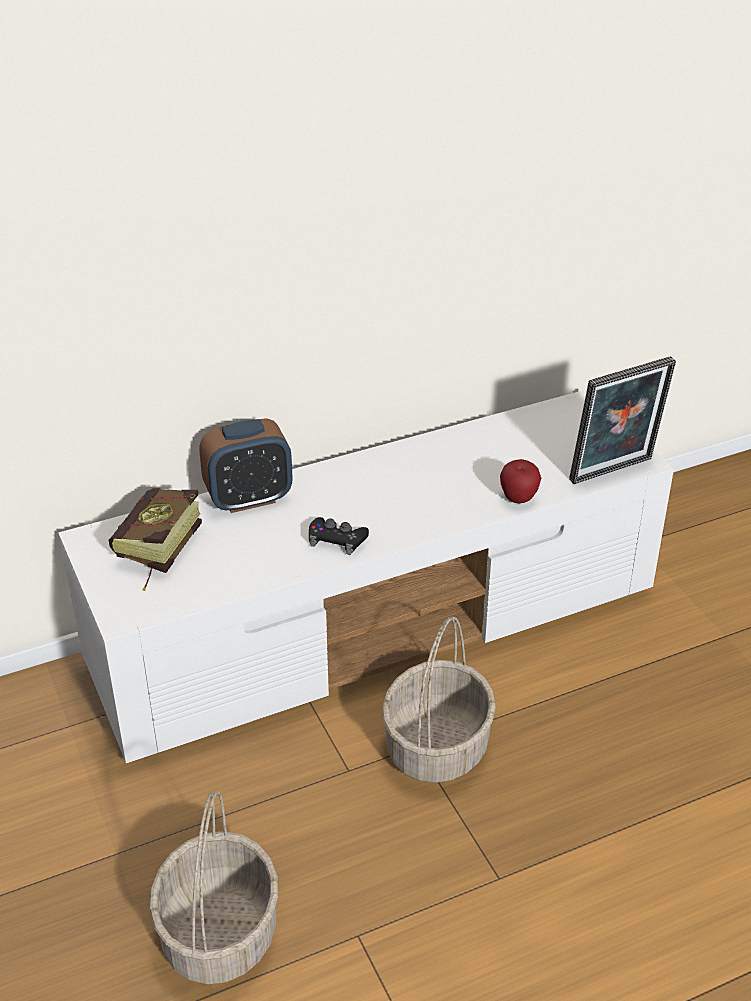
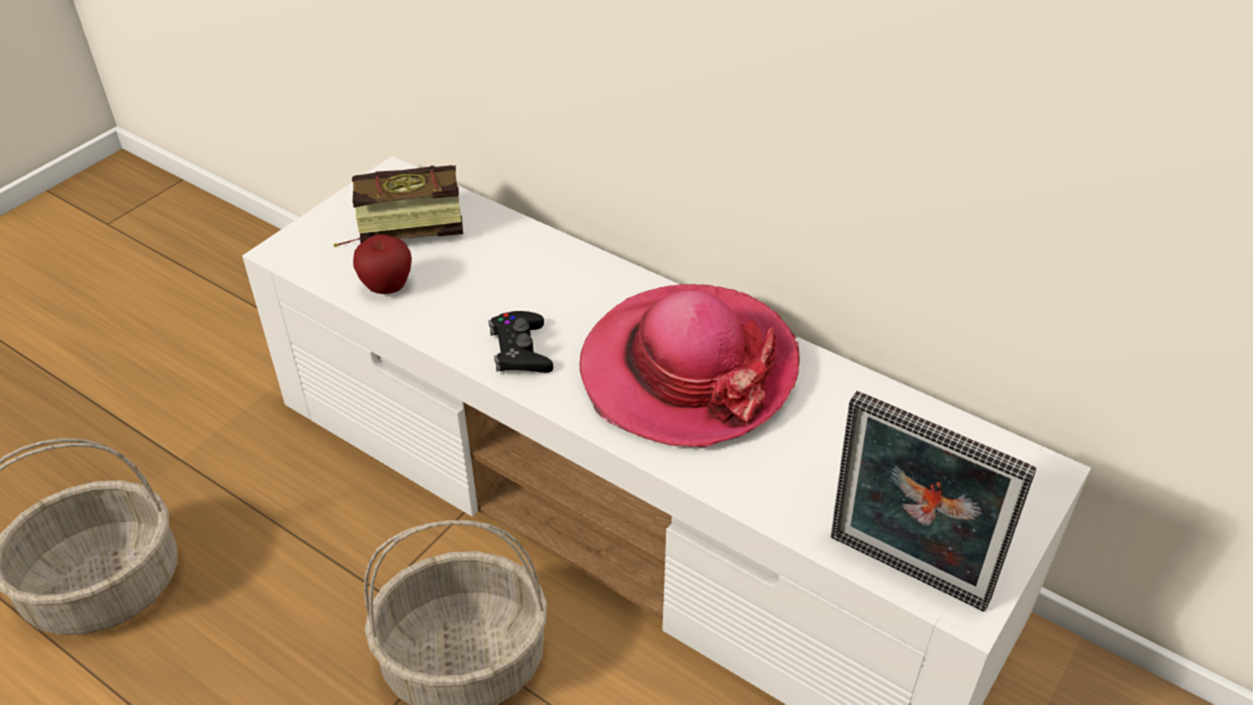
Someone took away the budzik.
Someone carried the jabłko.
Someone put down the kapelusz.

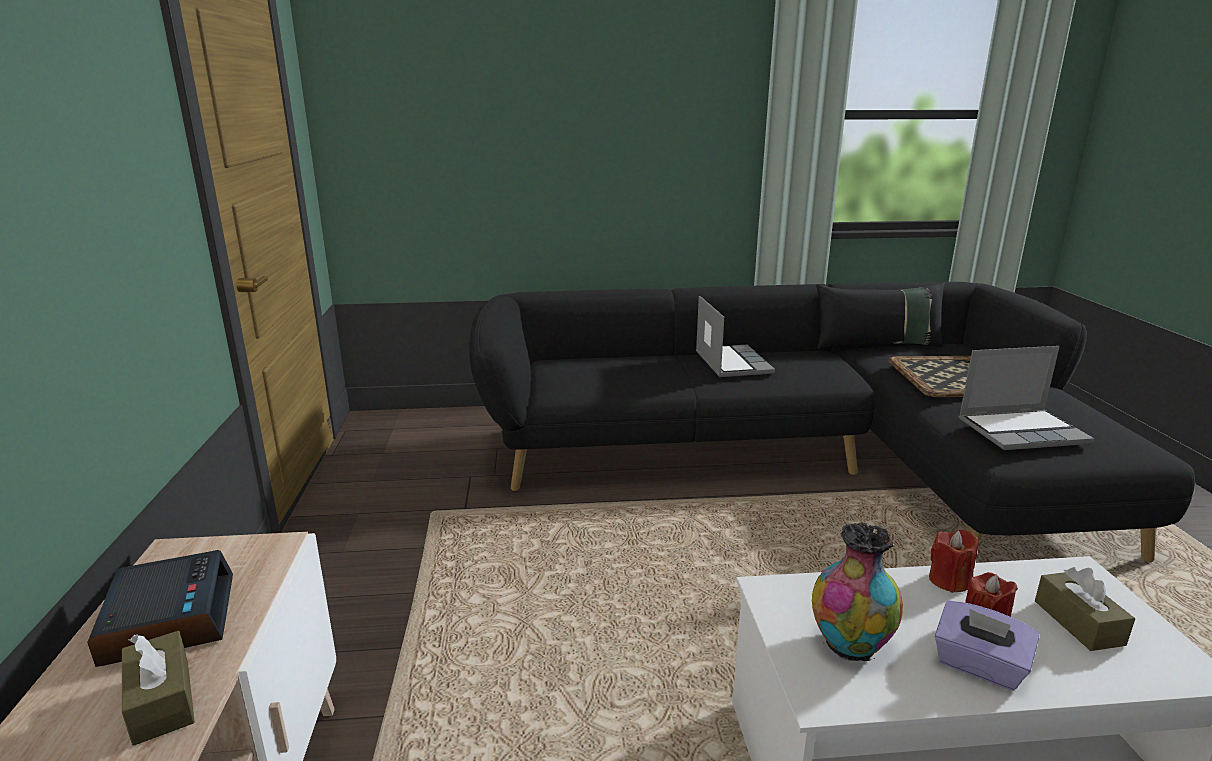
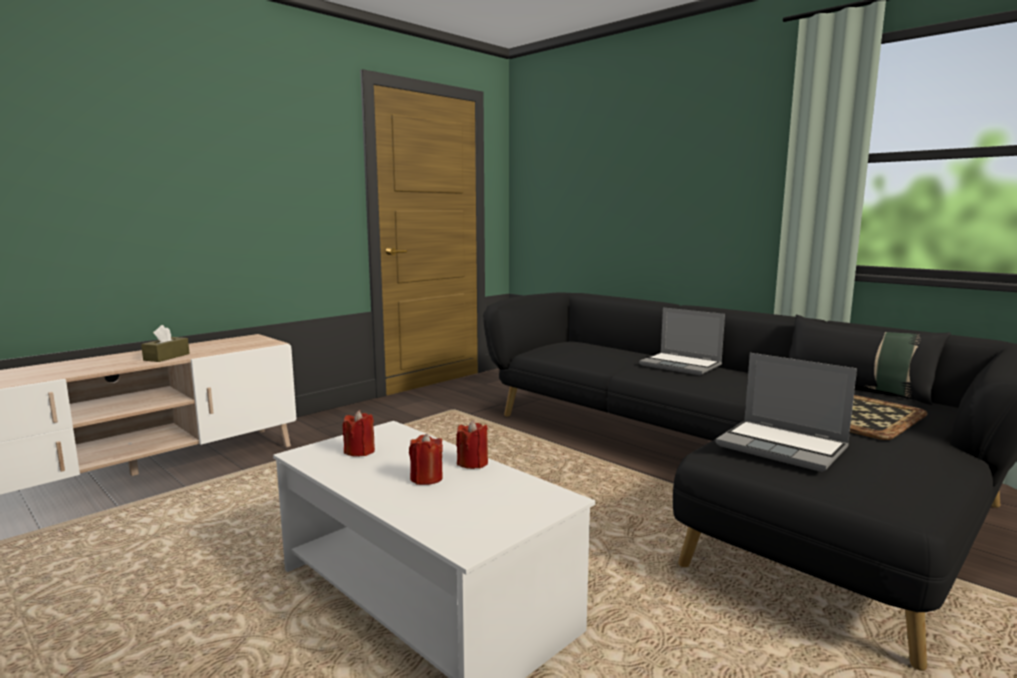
Someone rotated the laptop (no. 1 from left) by 90 degrees clockwise.
Someone swapped the wazon for the świeca (czerwony) (no. 1 from left).
Someone took away the budzik.
Someone took away the pudełko chusteczek (brązowy) (no. 2 from left).
Someone took away the pudełko chusteczek (fioletowy).

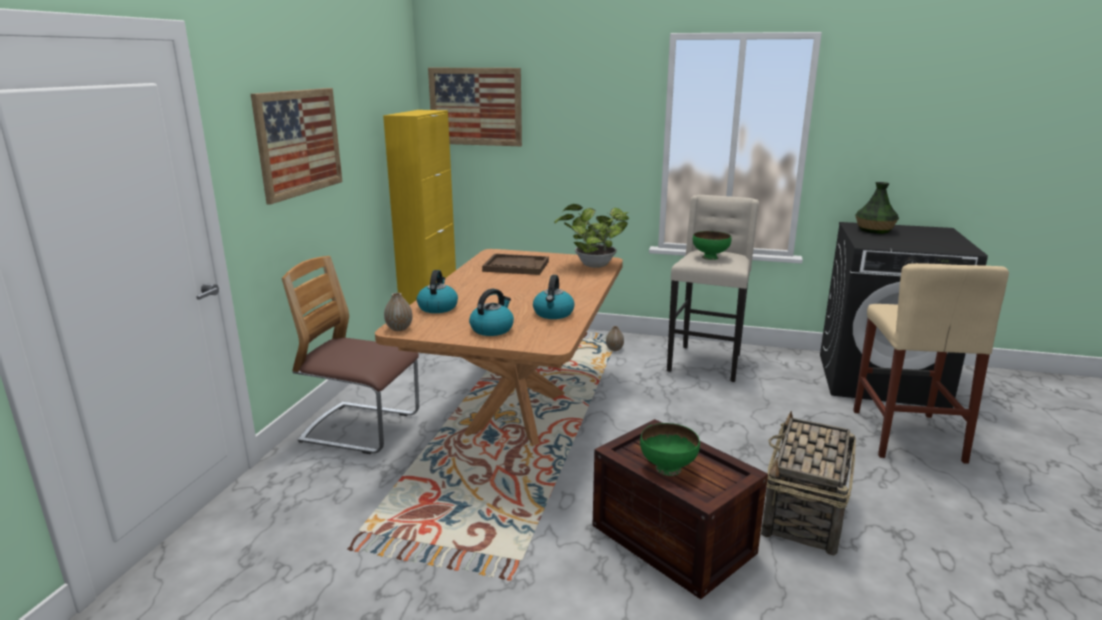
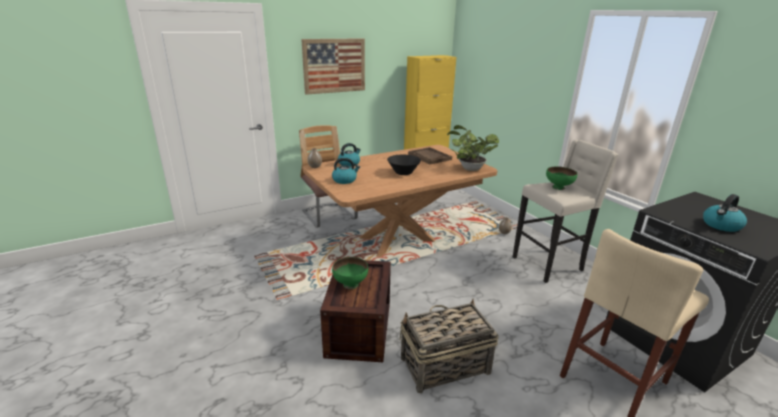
Someone took away the obraz (no. 2 from left).
Someone took away the wazon (no. 3 from left).
Someone carried the czajnik (no. 3 from left).
Someone put down the miska (czarny).

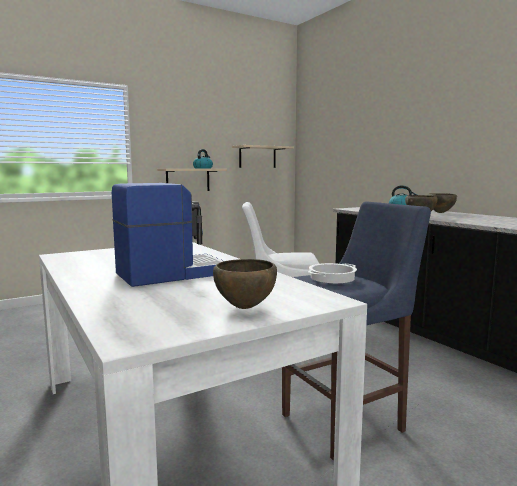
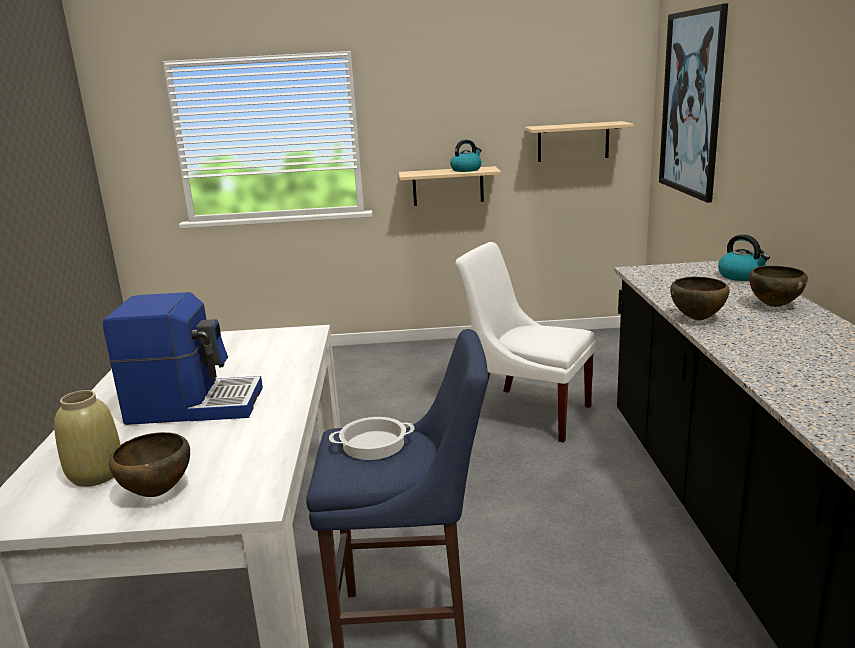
Someone put up the obraz.
Someone put down the wazon (beżowy).

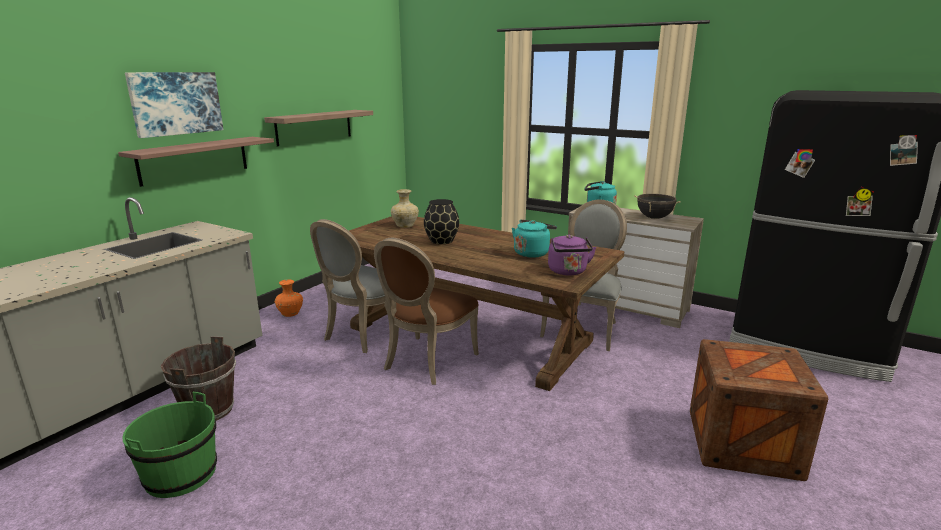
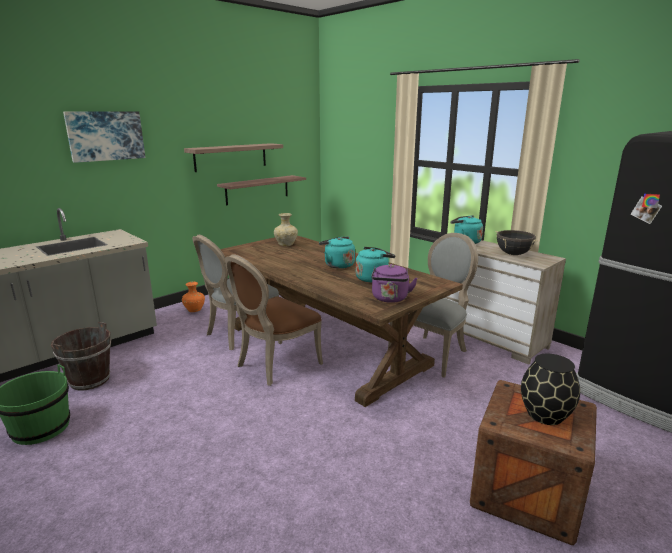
Someone carried the półka (no. 1 from left in the first image).
Someone carried the wazon (czarny).
Someone put down the czajnik (turkusowy) (no. 1 from left).

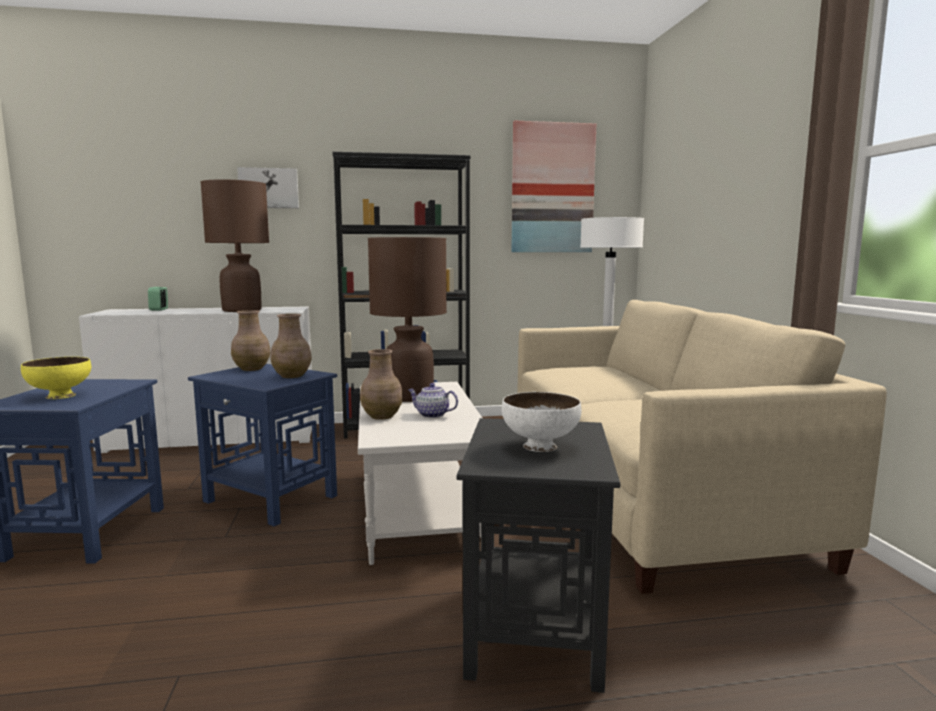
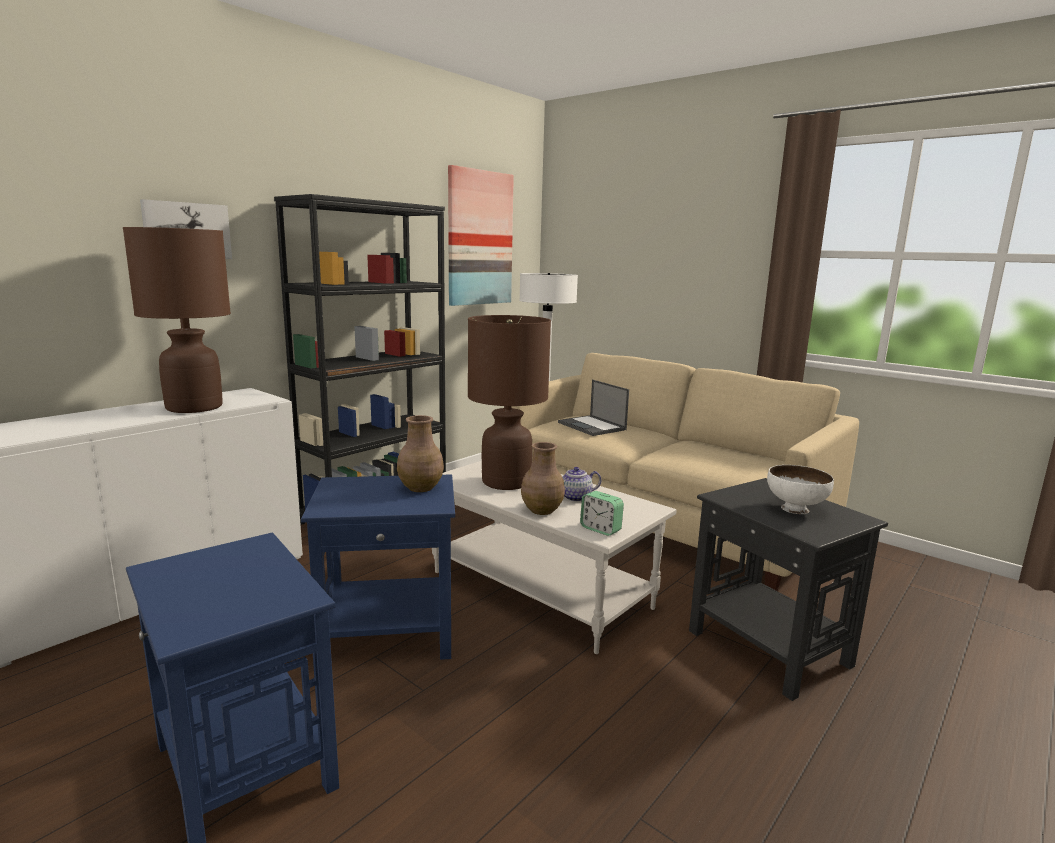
Someone carried the budzik.
Someone took away the wazon (brązowy) (no. 1 from left).
Someone took away the miska (żółty).
Someone put down the laptop.

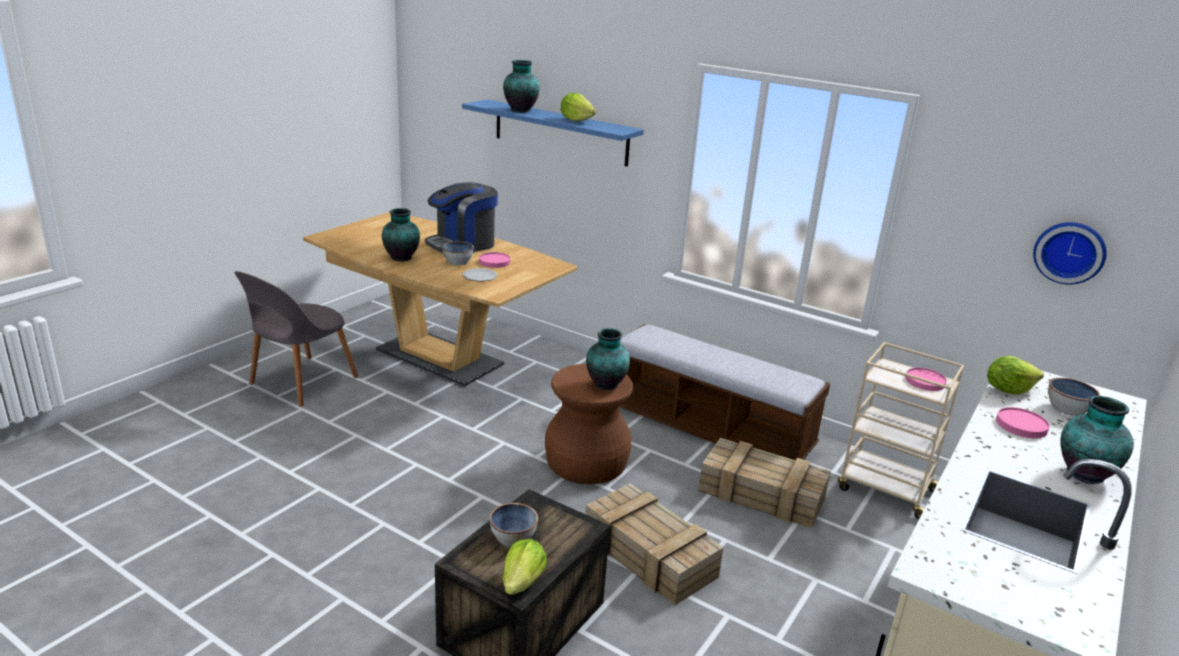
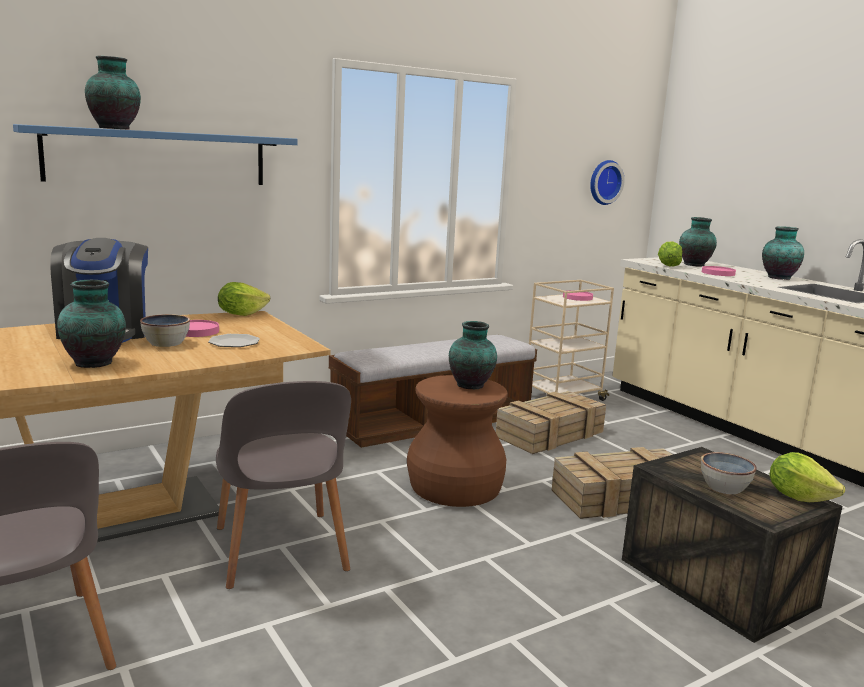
Someone carried the sałata (no. 2 from left in the first image).
Someone swapped the miska (no. 3 from left) for the wazon (no. 4 from left).
Someone put down the krzesło (szary) (no. 2 from left).

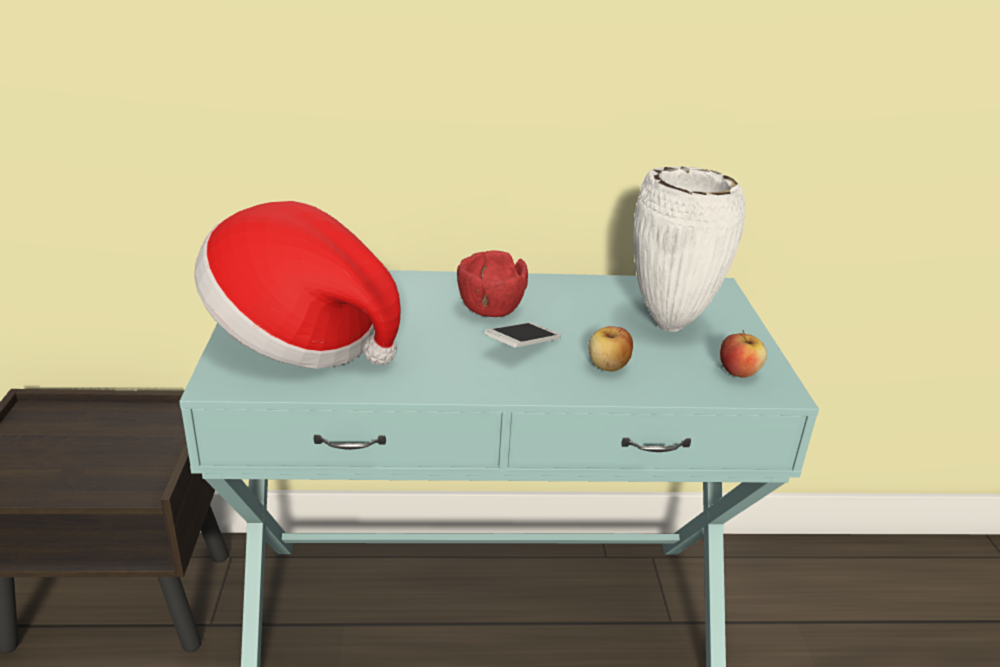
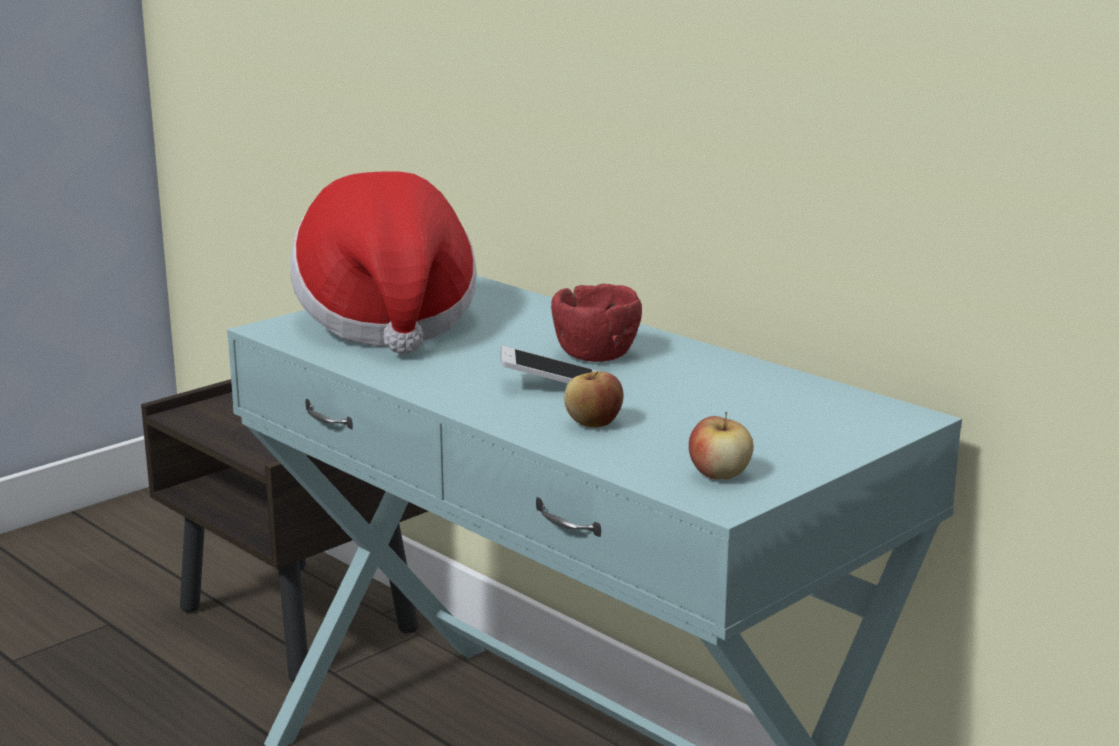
Someone took away the wazon (biały).

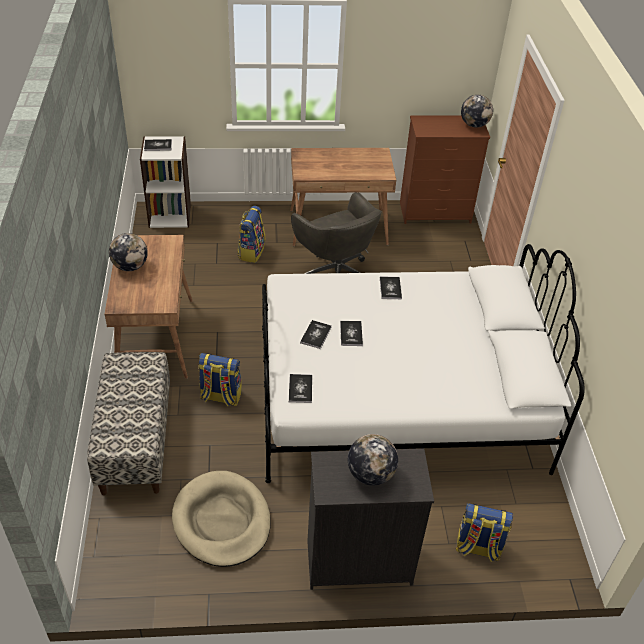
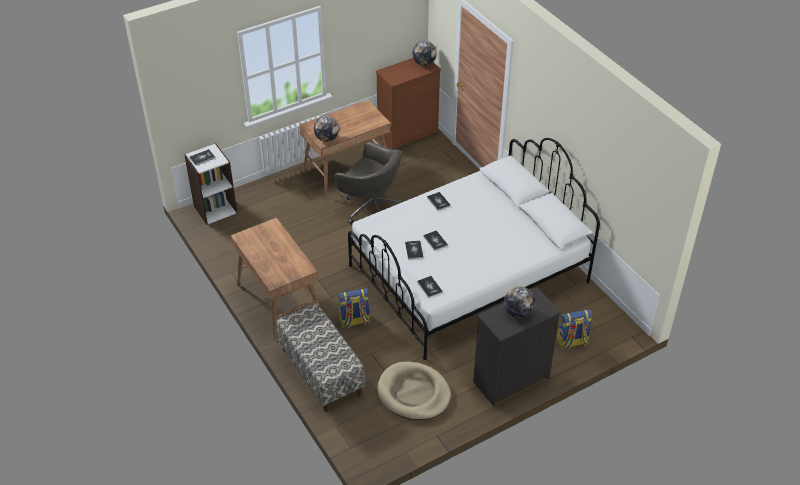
Someone took away the plecak (no. 2 from left).
Someone carried the globus (no. 1 from left).

